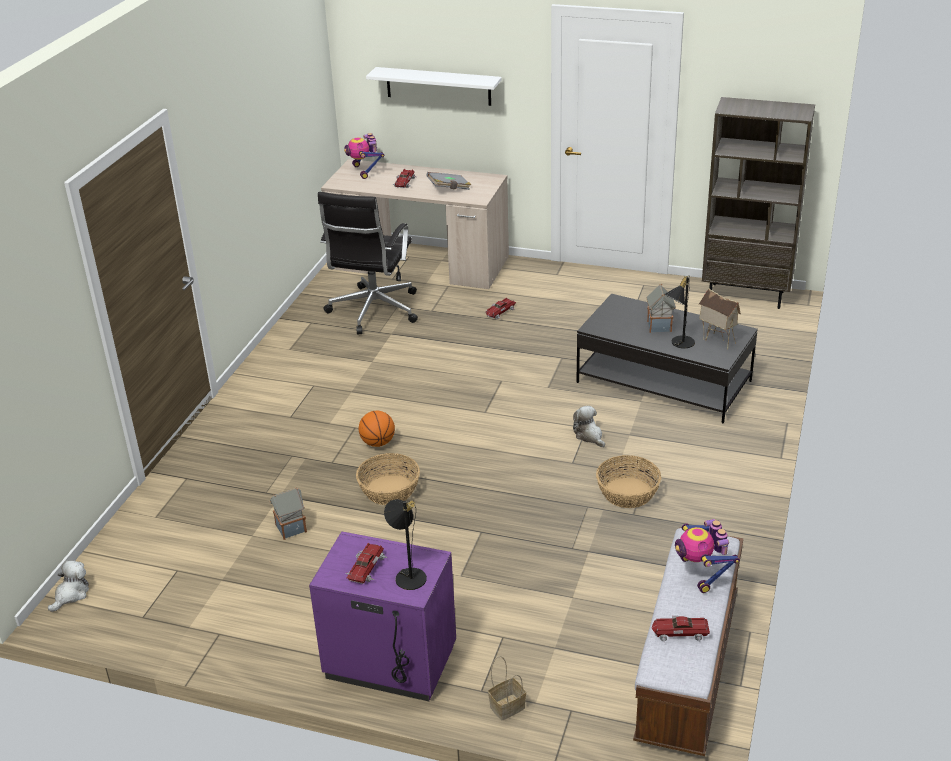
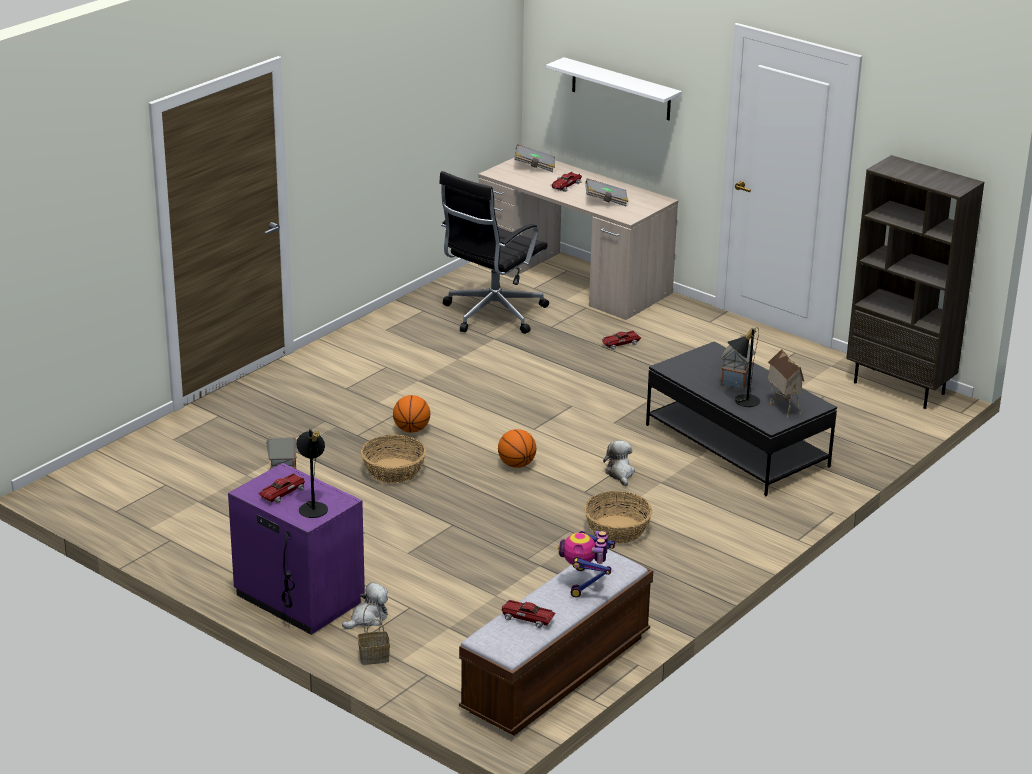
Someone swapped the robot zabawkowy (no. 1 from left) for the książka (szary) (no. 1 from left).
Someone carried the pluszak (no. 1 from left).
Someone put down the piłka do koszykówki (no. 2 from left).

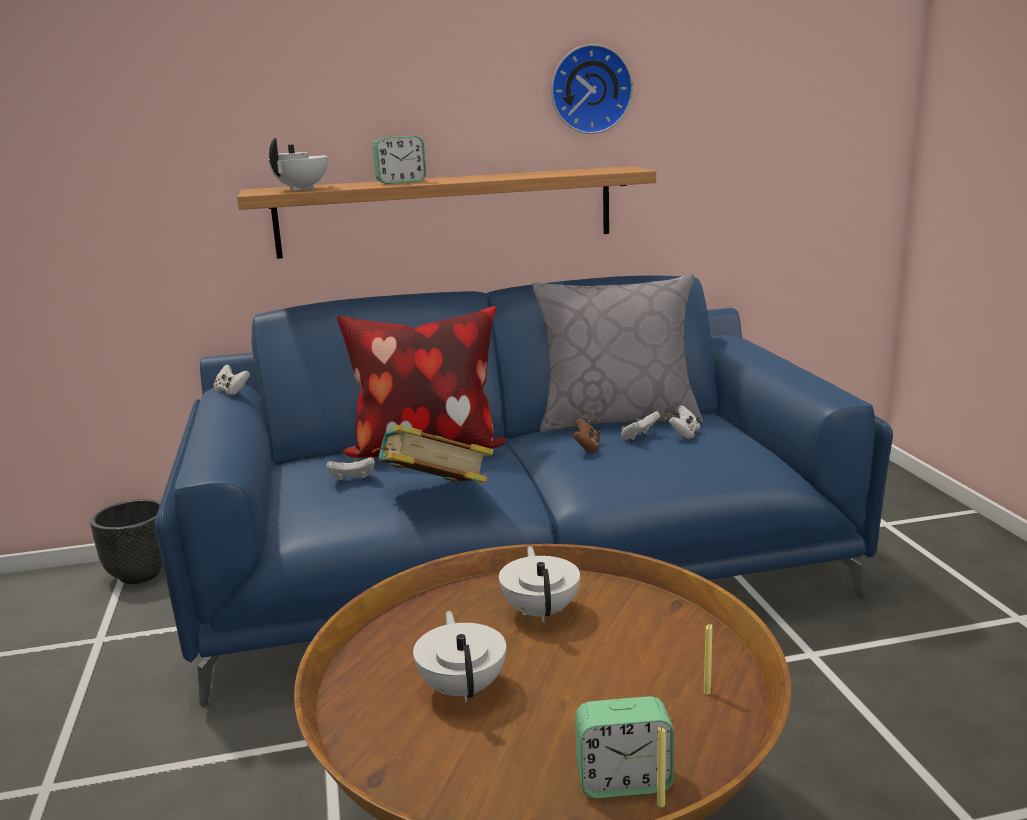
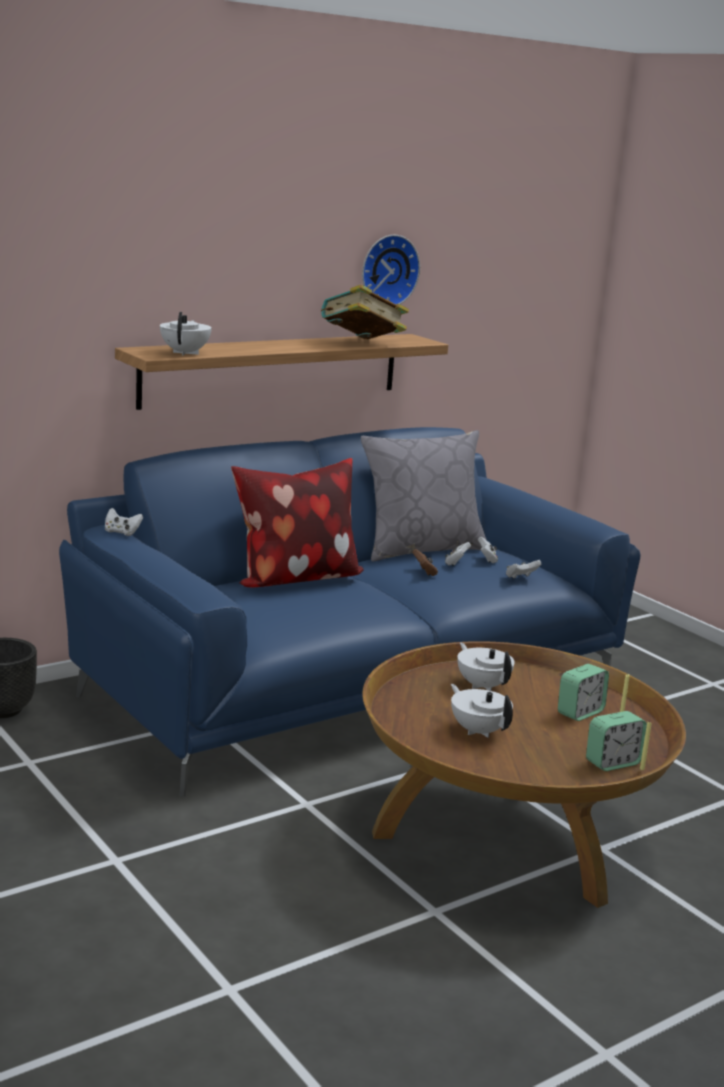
Someone carried the budzik (no. 1 from left).
Someone carried the książka.
Someone carried the pad do gier (biały) (no. 2 from left in the first image).

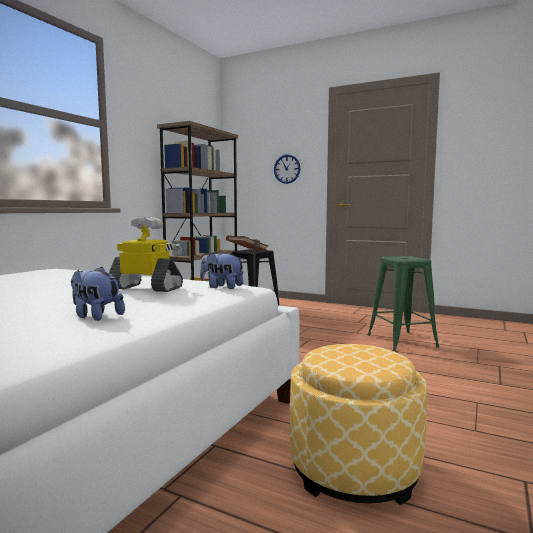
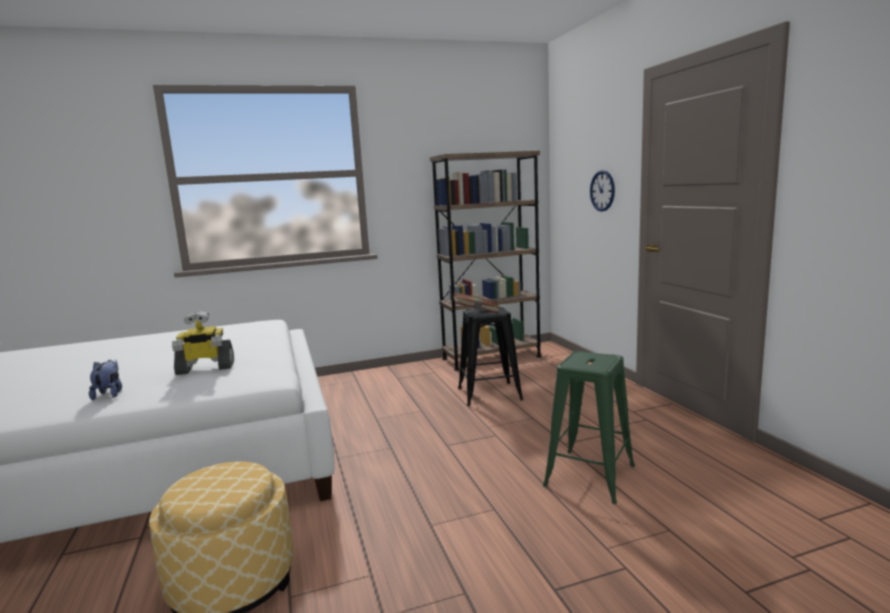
Someone rotated the robot zabawkowy by 105 degrees clockwise.
Someone took away the pluszak (no. 2 from left).

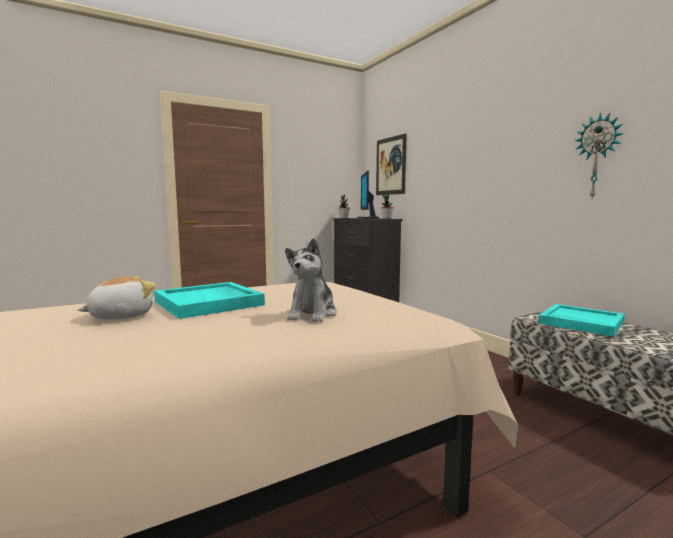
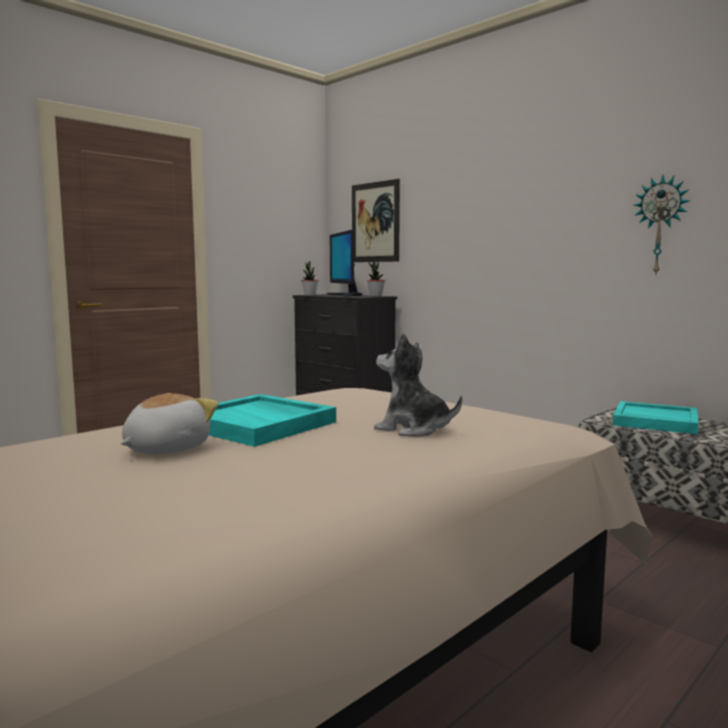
Someone rotated the pluszak (no. 2 from left) by 120 degrees clockwise.

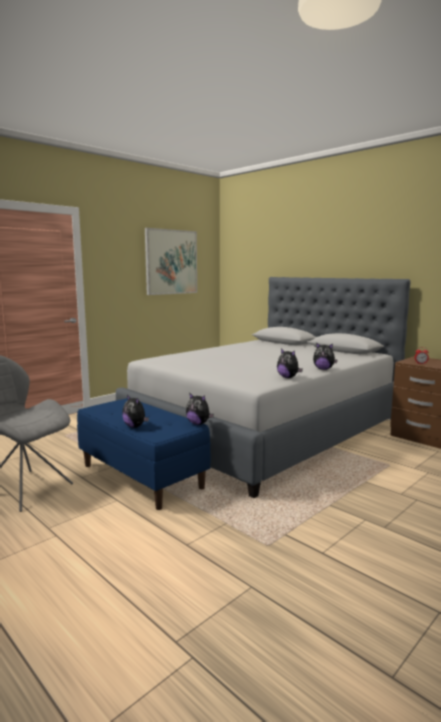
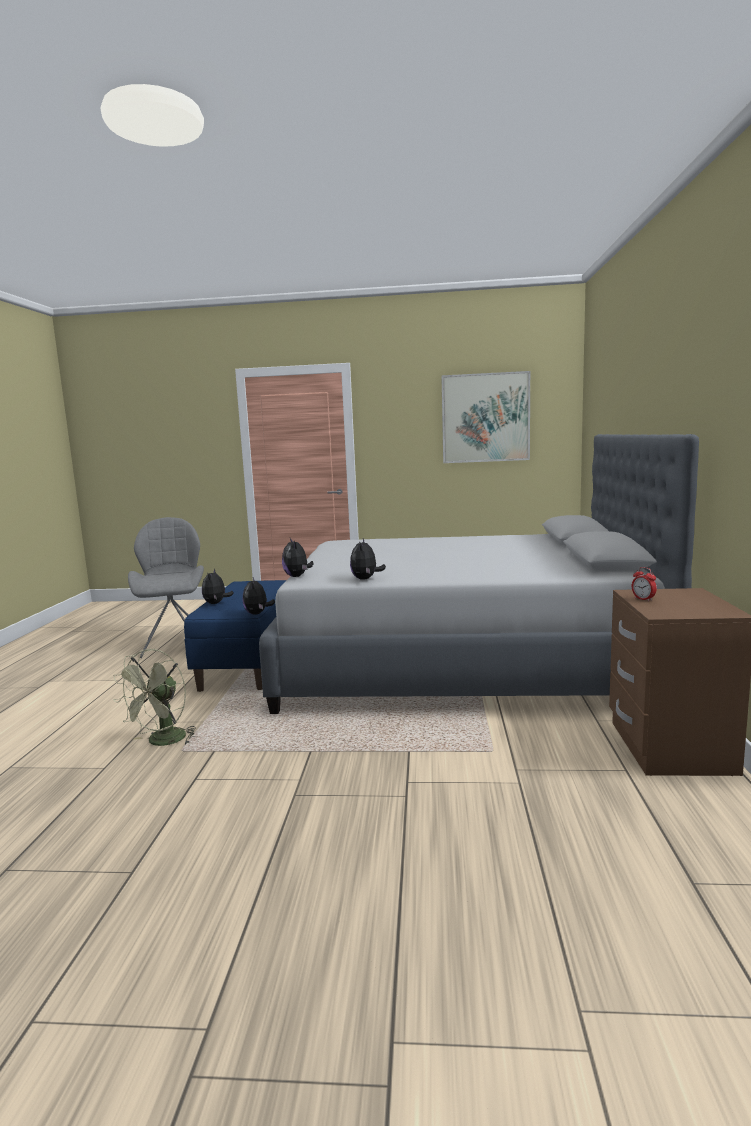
Someone carried the pluszak (no. 4 from left in the first image).
Someone put down the wentylator (zielony).

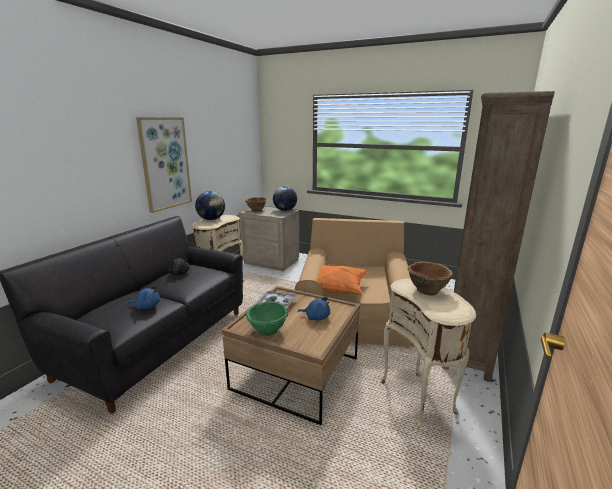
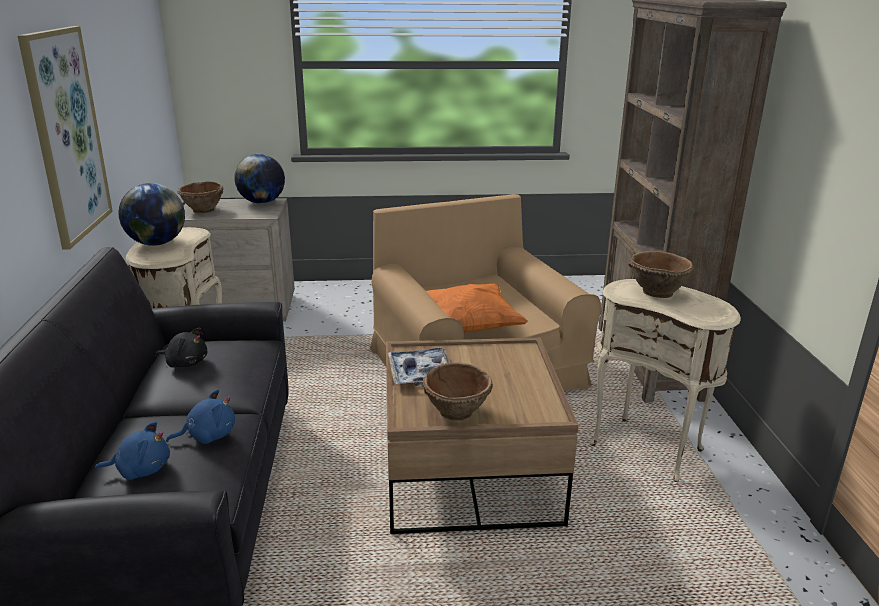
Someone carried the pluszak (niebieski) (no. 2 from left in the first image).
Someone repainted the miska (zielony), which became the miska (brązowy) (no. 2 from left).

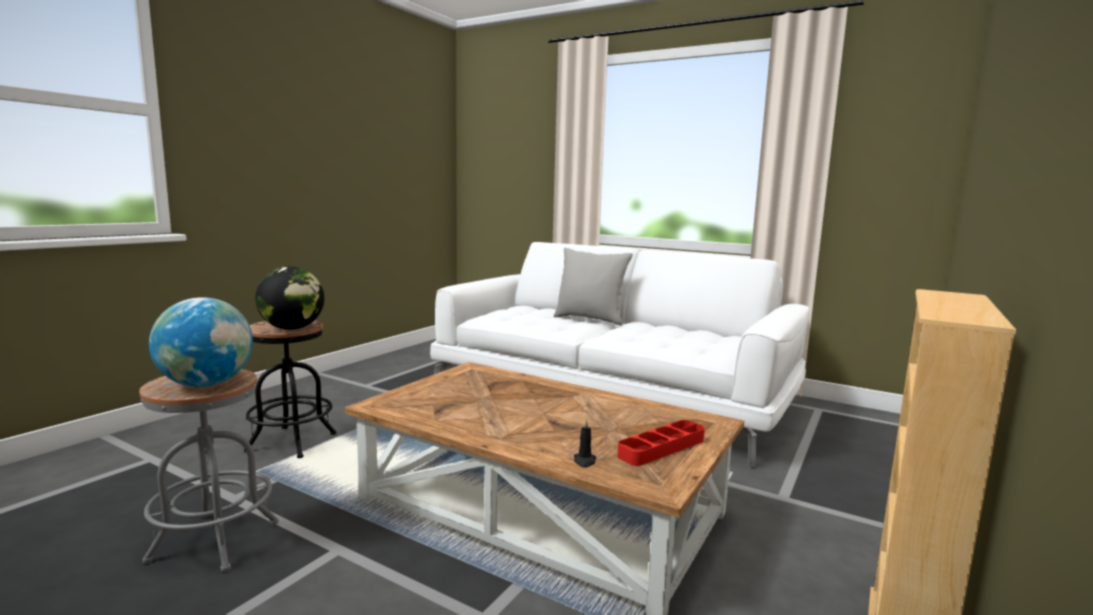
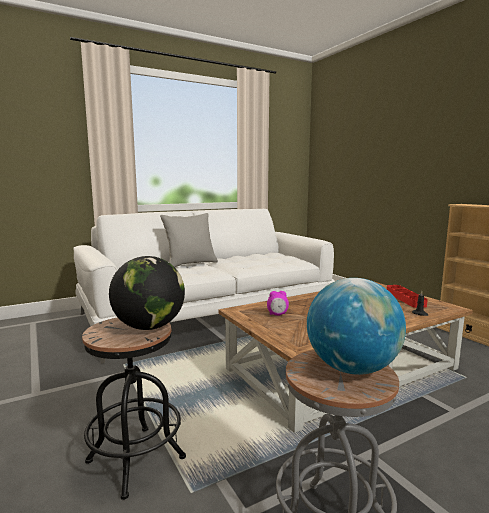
Someone put down the budzik.

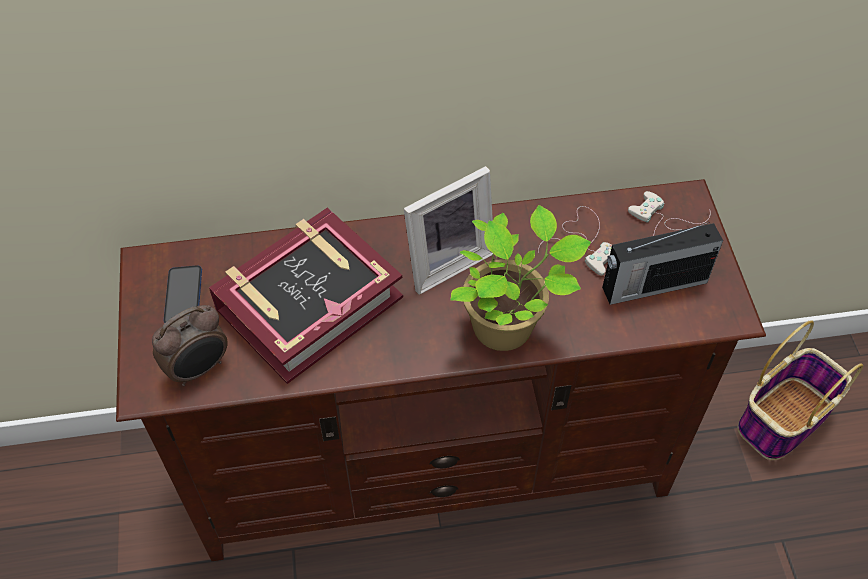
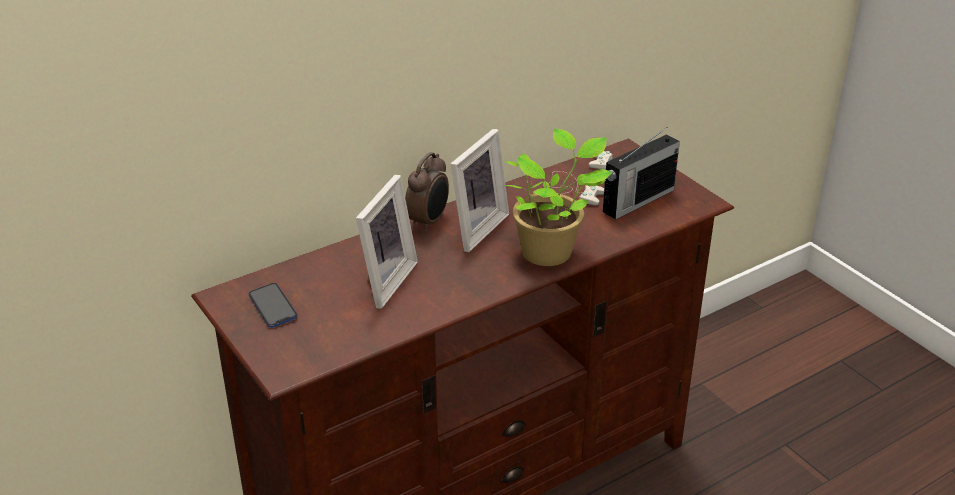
Someone swapped the książka for the ramka na zdjęcie (no. 1 from left).
Someone carried the budzik.
Someone took away the koszyk.

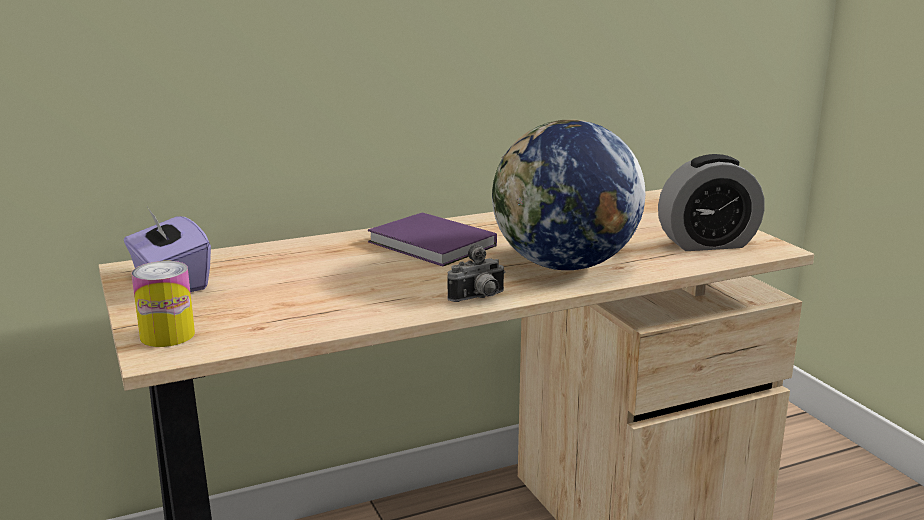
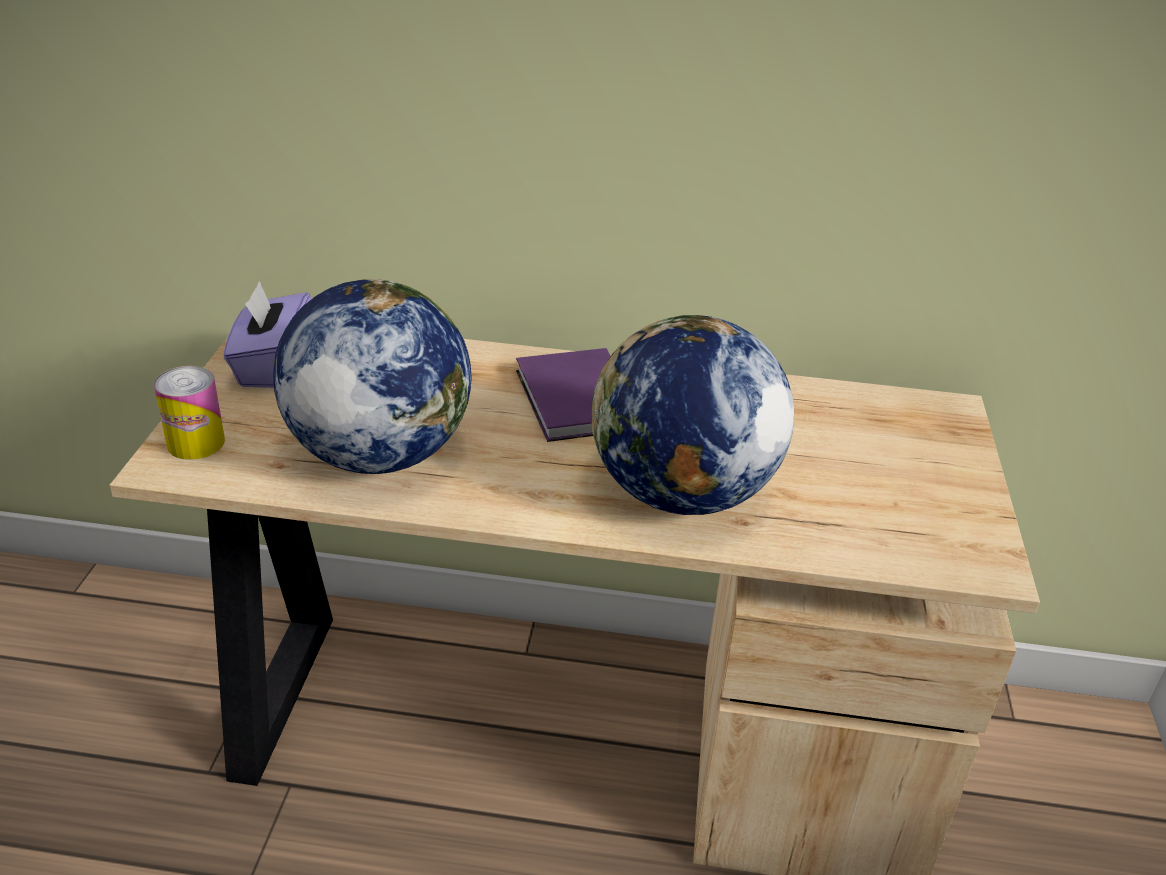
Someone took away the budzik.
Someone took away the aparat fotograficzny.
Someone put down the globus (no. 1 from left).

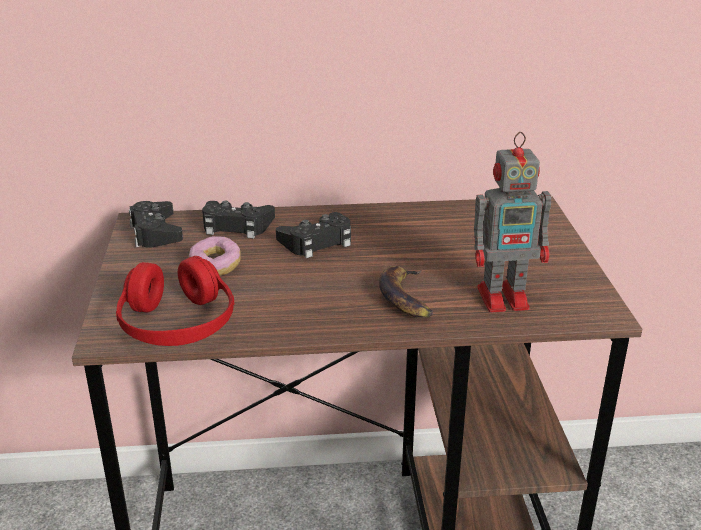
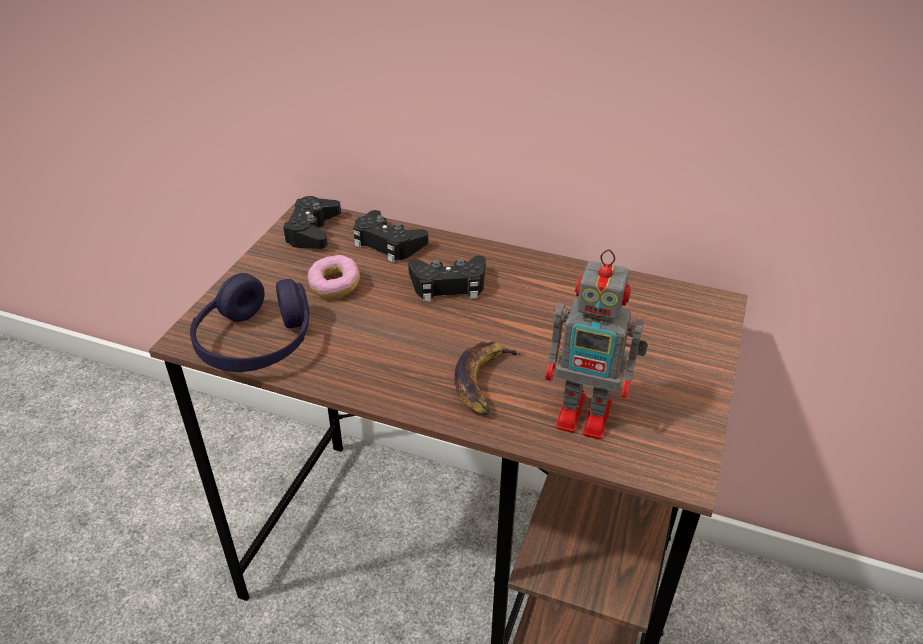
Someone repainted the słuchawki (czerwony), which became the słuchawki (fioletowy).

